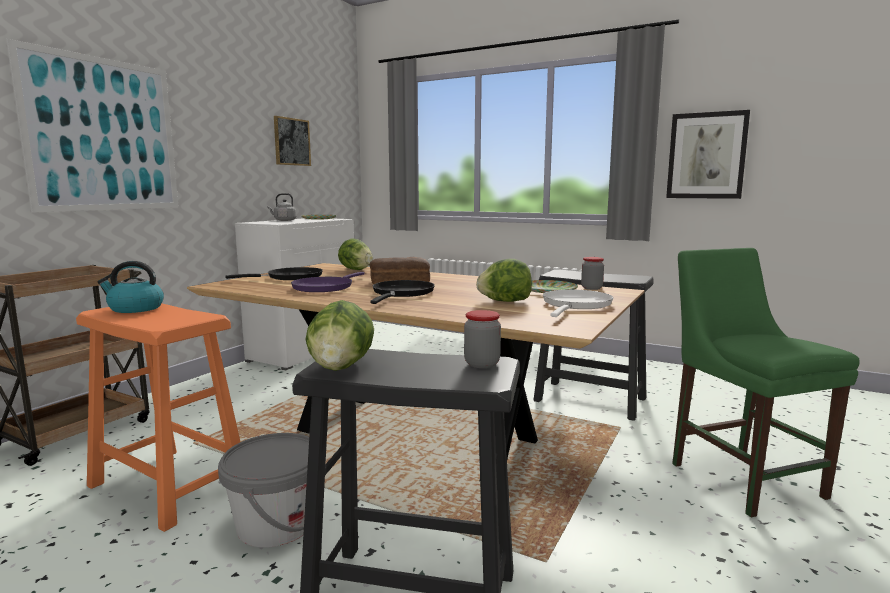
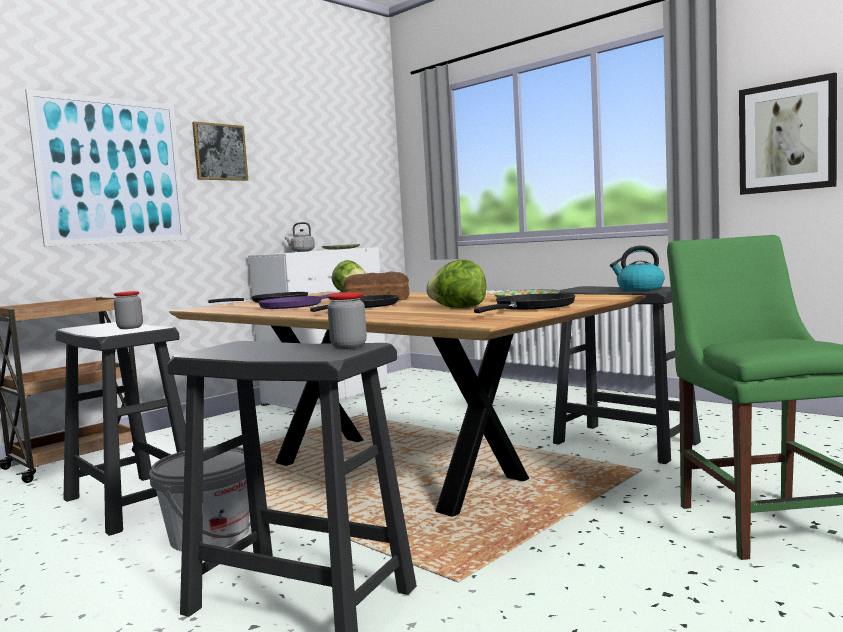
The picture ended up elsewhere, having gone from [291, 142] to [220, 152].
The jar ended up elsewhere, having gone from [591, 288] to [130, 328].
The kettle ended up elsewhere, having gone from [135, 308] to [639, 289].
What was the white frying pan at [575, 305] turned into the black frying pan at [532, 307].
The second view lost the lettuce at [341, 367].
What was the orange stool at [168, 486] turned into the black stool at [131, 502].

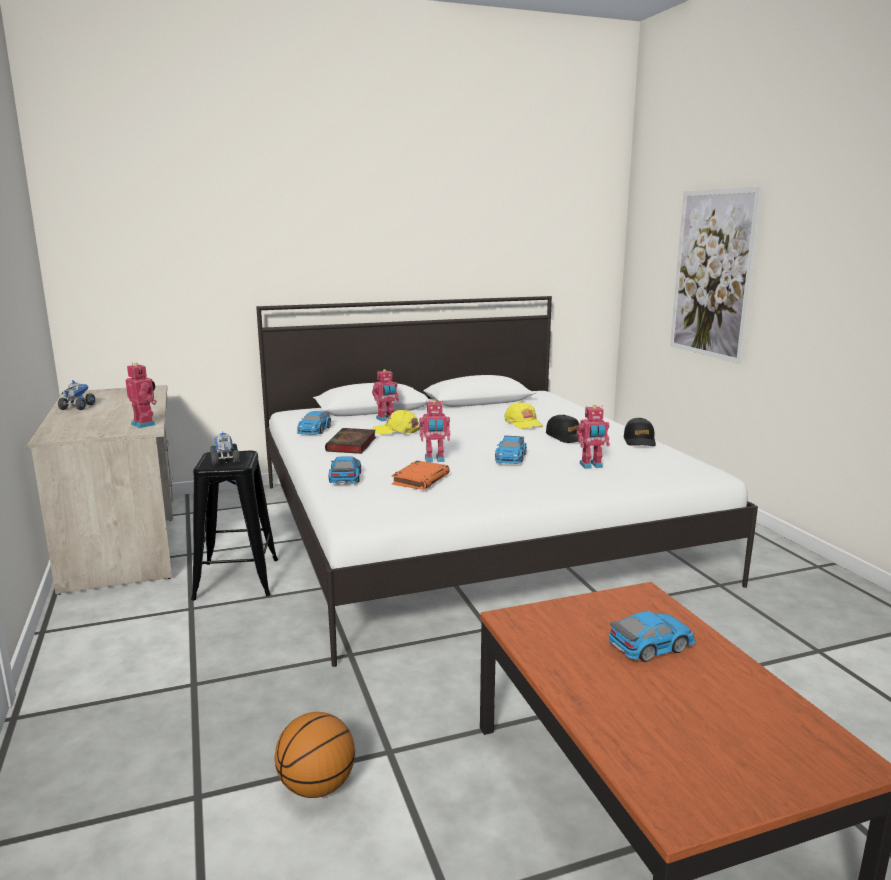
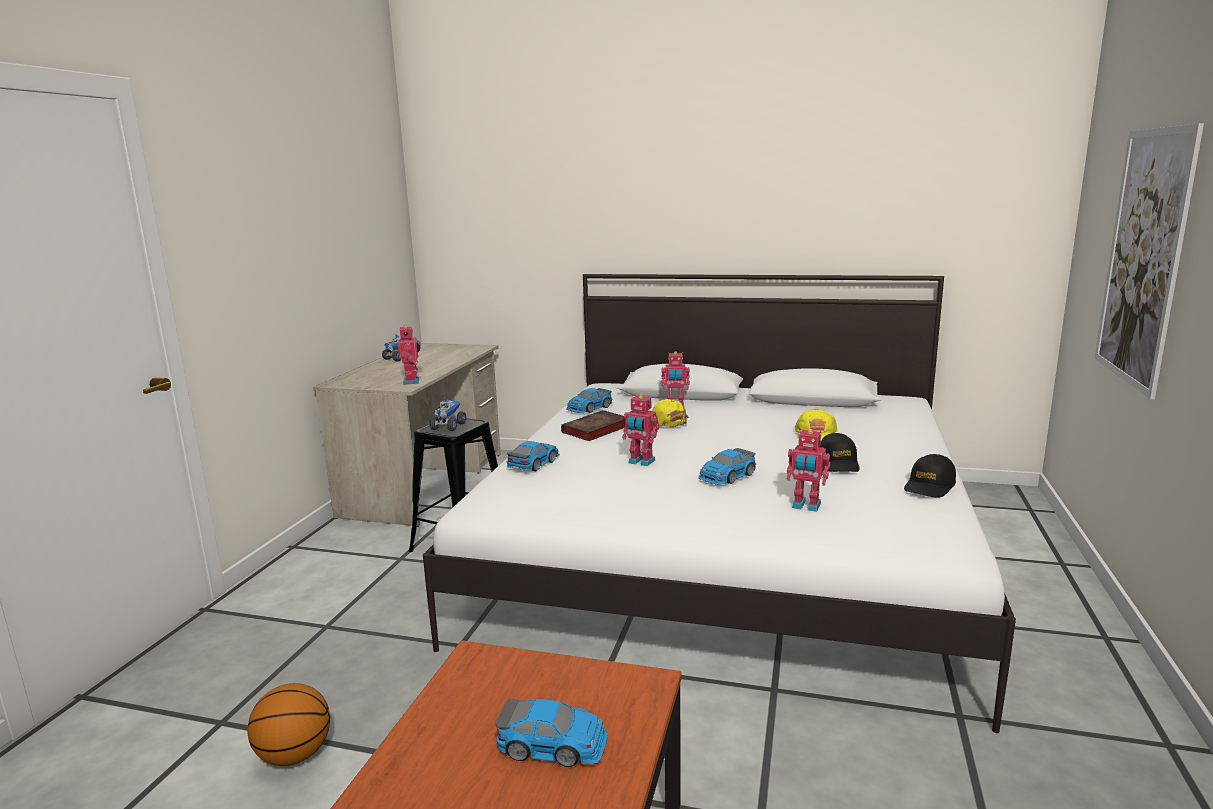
The second view lost the orange book at [420, 479].

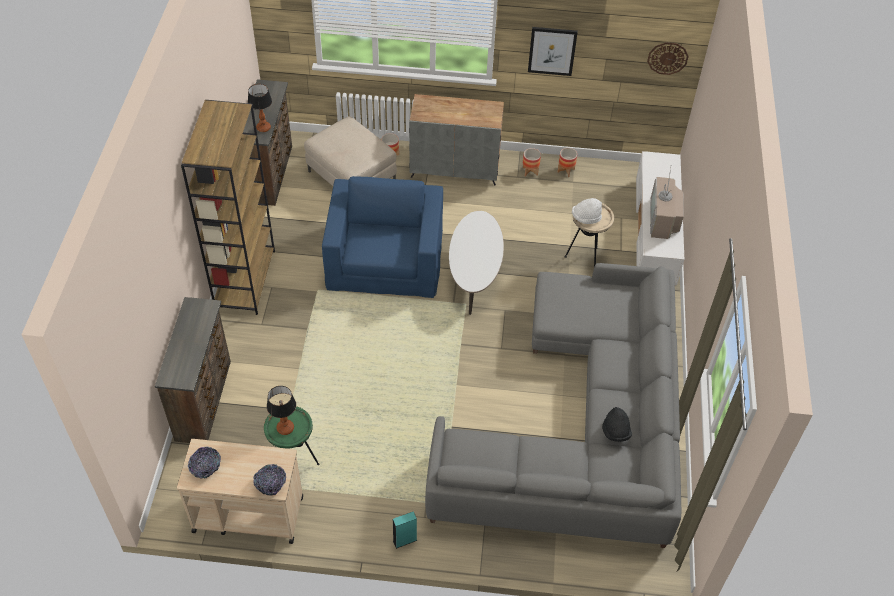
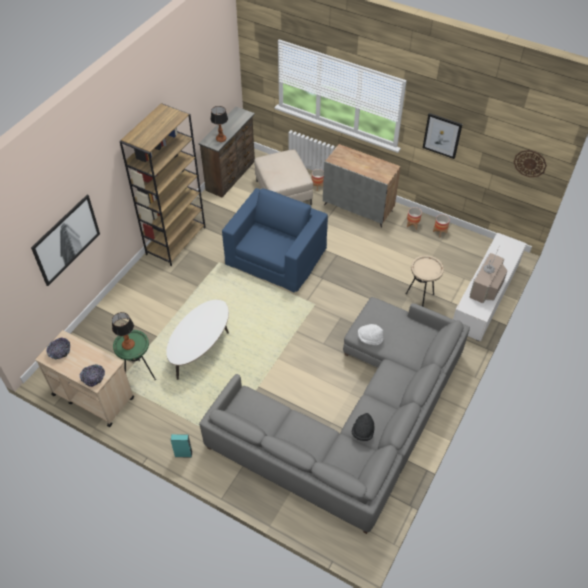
The white hat ended up elsewhere, having gone from [585, 218] to [369, 338].
The white coffee table ended up elsewhere, having gone from [474, 275] to [201, 349].
The second view lost the brown dresser at [205, 400].
The second view gained the picture at [66, 240].

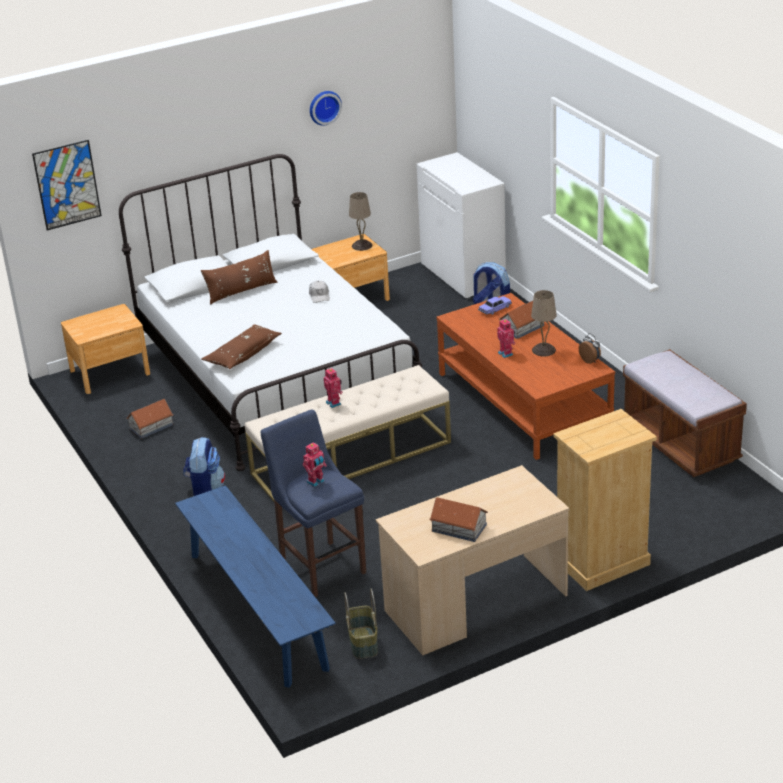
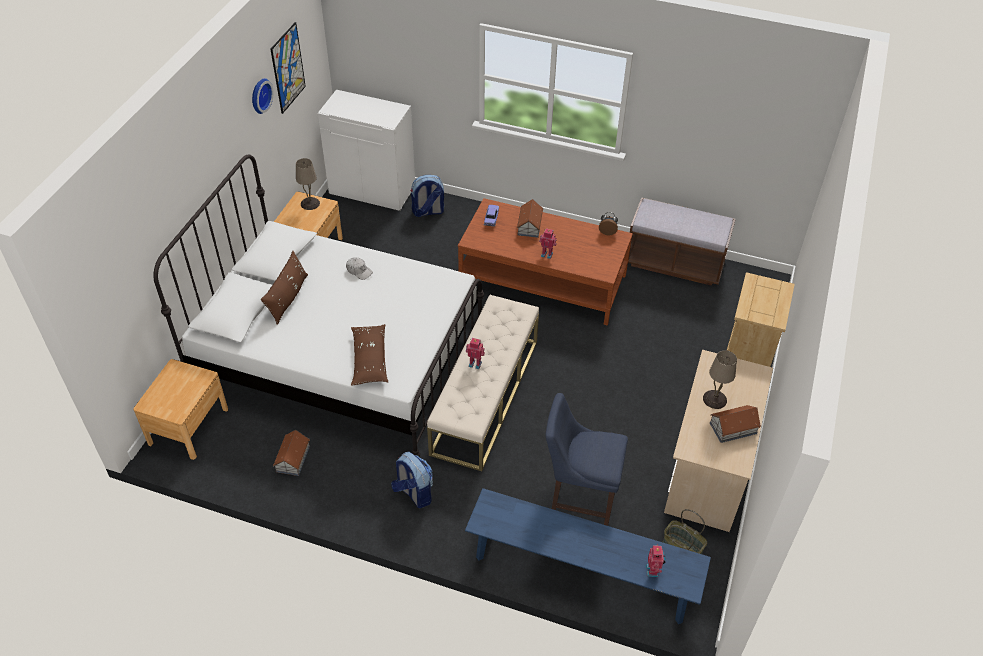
The picture ended up elsewhere, having gone from [67, 185] to [288, 68].
The beige table lamp ended up elsewhere, having gone from [543, 350] to [714, 399].
The toy robot ended up elsewhere, having gone from [316, 482] to [653, 571].

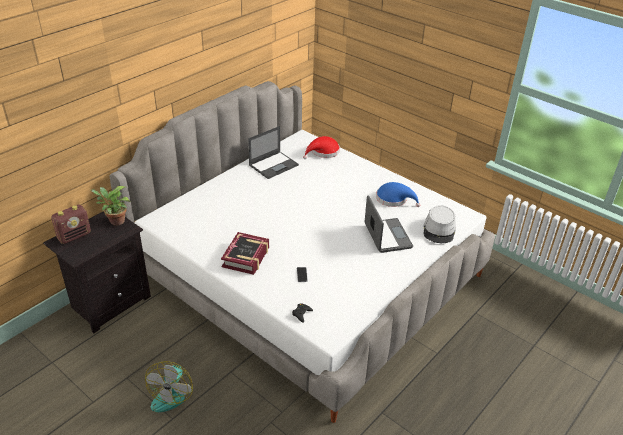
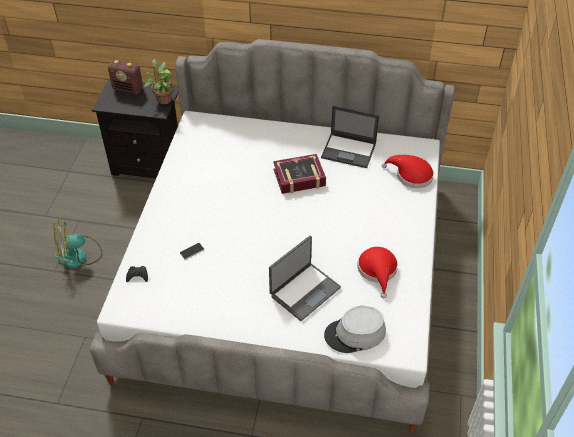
What was the blue hat at [394, 199] turned into the red hat at [378, 271].
The book ended up elsewhere, having gone from [246, 257] to [299, 178].

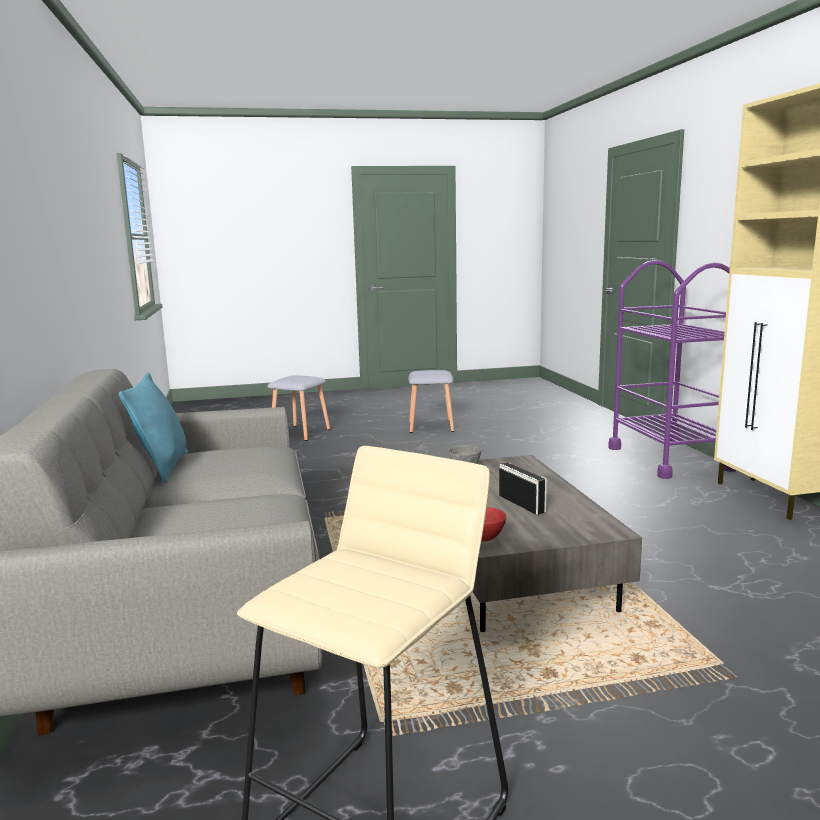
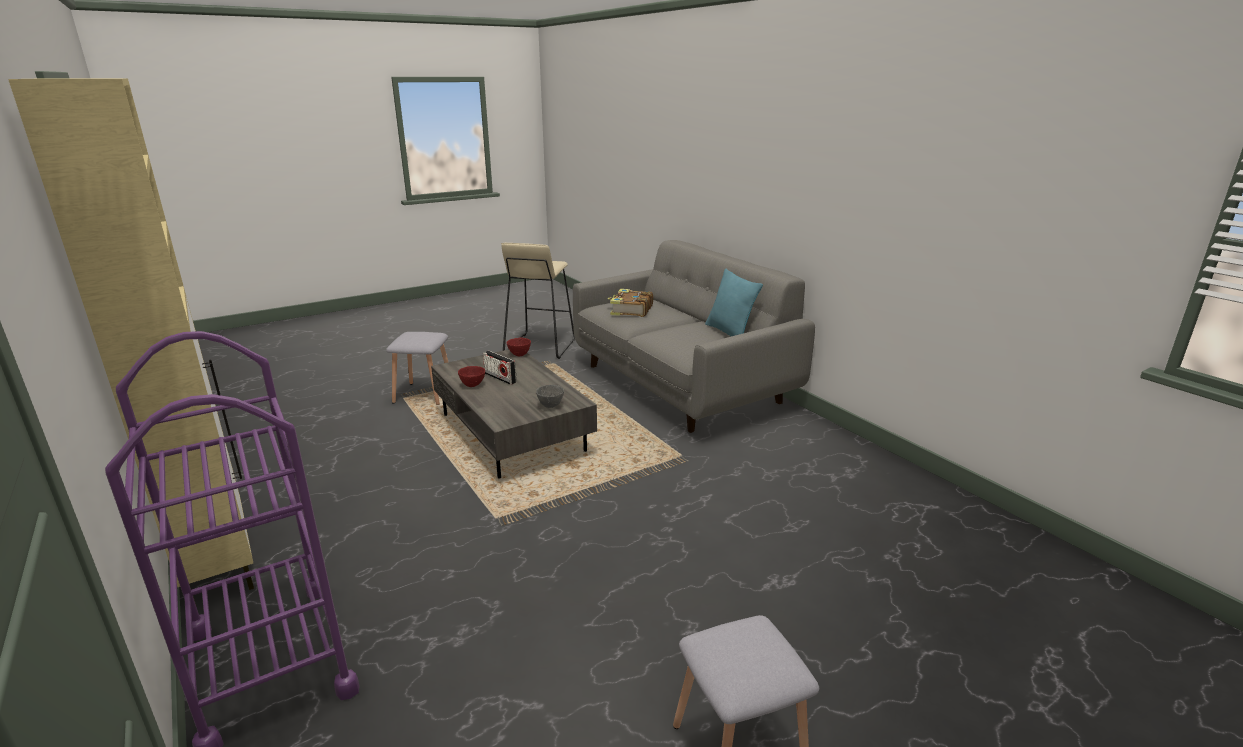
The grey stool ended up elsewhere, having gone from [300, 433] to [424, 393].
The second view gained the book at [630, 310].
The second view gained the red bowl at [473, 385].

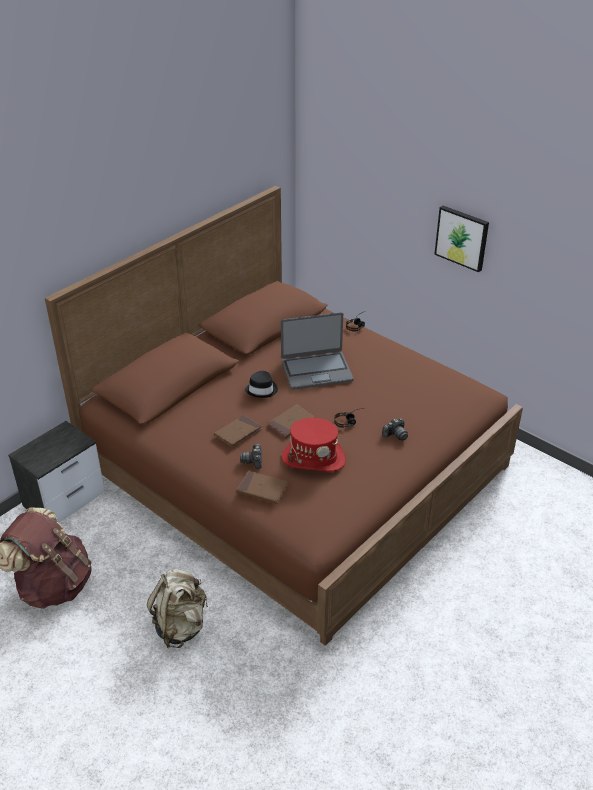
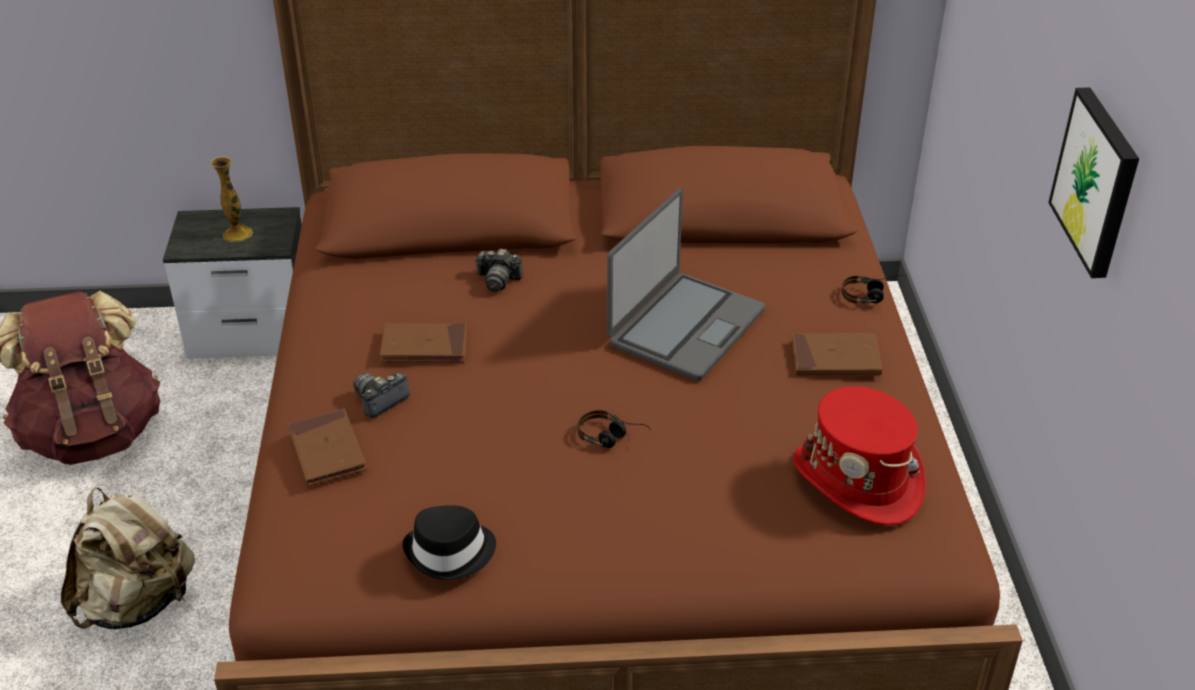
The laptop at [316, 371] ended up facing another way, 90 degrees counterclockwise from before.
The black hat ended up elsewhere, having gone from [262, 390] to [450, 552].
The brown book ended up elsewhere, having gone from [291, 423] to [835, 359].
The red hat ended up elsewhere, having gone from [313, 458] to [858, 480].
The photo camera ended up elsewhere, having gone from [395, 435] to [498, 280].
The second view gained the vase at [237, 234].

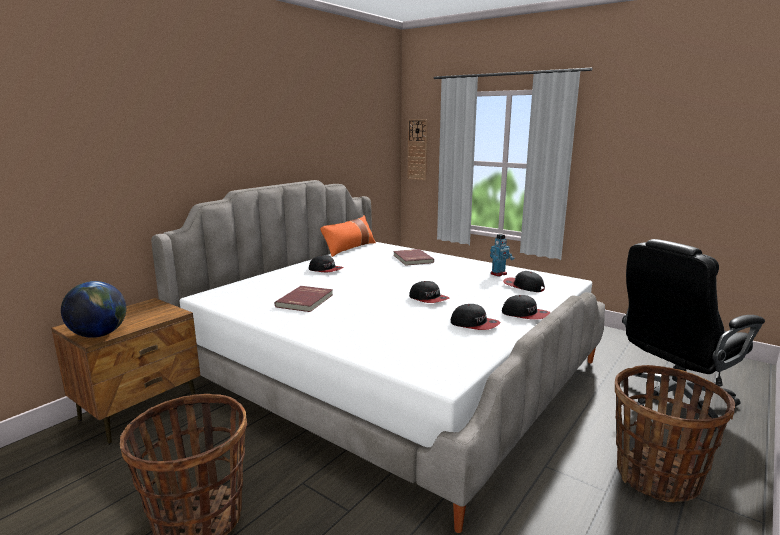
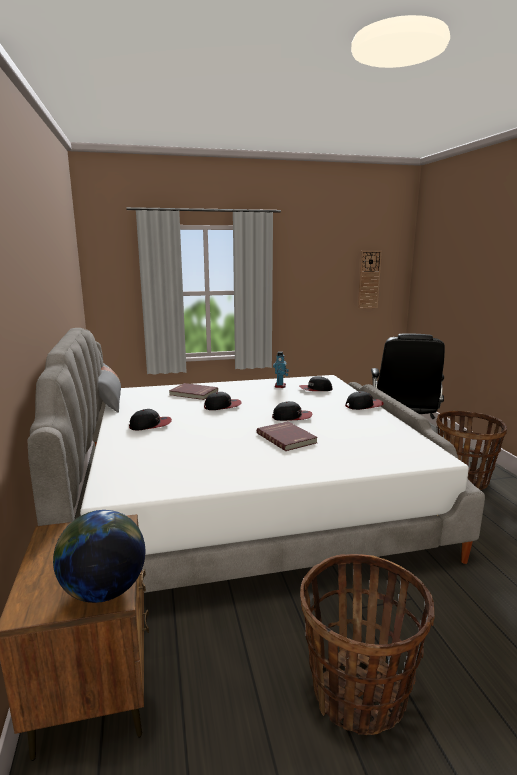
The wall clock ended up elsewhere, having gone from [417, 149] to [369, 279].
What was the orange pillow at [349, 248] turned into the grey pillow at [110, 400].
The red book ended up elsewhere, having gone from [306, 301] to [287, 438].
The cap ended up elsewhere, having gone from [474, 324] to [223, 406].

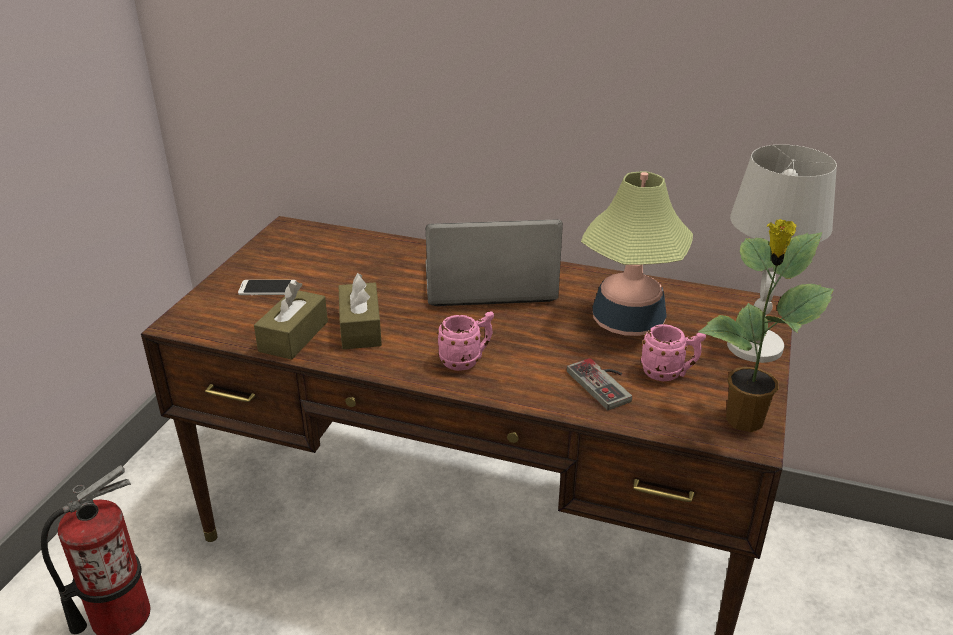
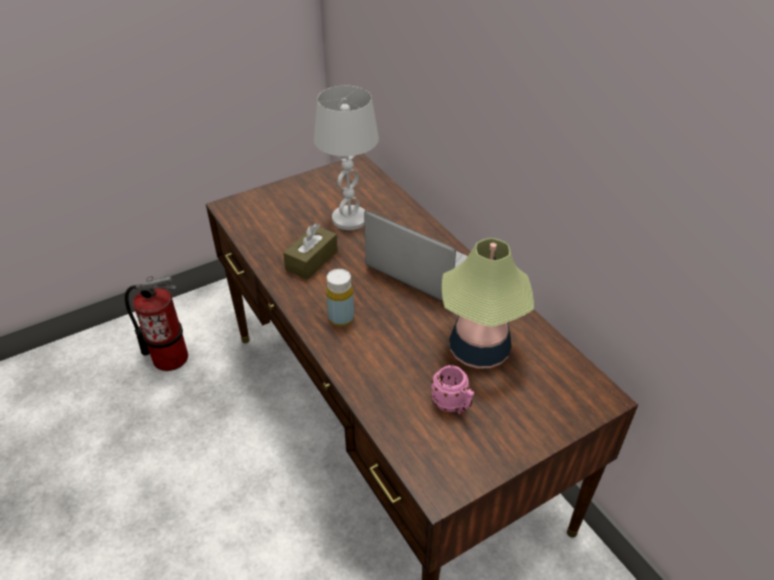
The white table lamp ended up elsewhere, having gone from [755, 347] to [349, 219].
The second view lost the potted plant at [744, 421].
The second view lost the phone at [267, 288].
The second view lost the brown tissue box at [293, 336].
Where the pink mug stood at [466, 360], the yellow bottle came to stand at [341, 318].
The second view lost the game controller at [605, 383].

